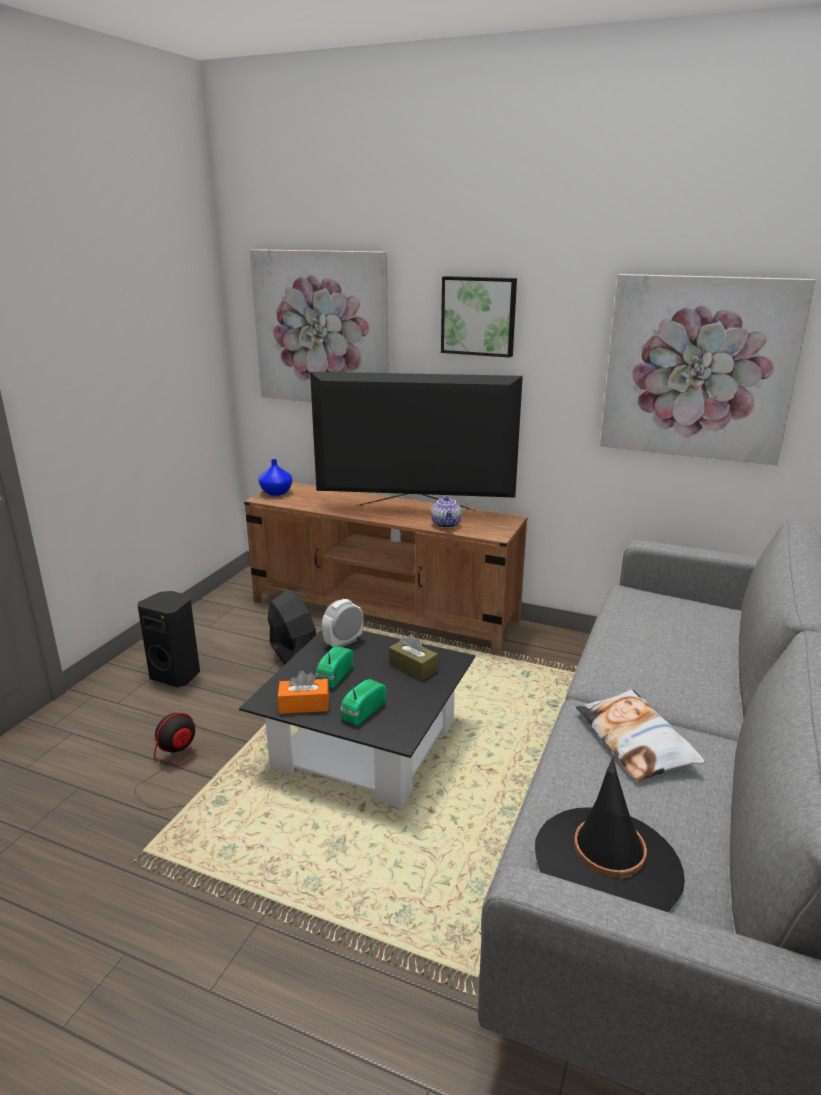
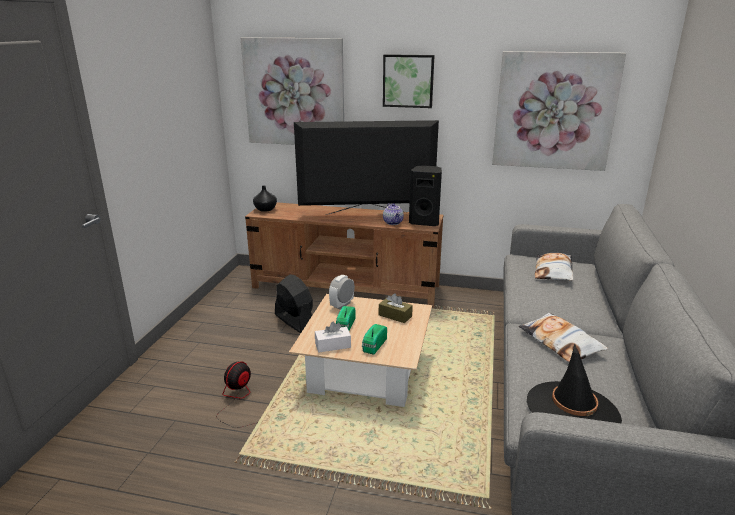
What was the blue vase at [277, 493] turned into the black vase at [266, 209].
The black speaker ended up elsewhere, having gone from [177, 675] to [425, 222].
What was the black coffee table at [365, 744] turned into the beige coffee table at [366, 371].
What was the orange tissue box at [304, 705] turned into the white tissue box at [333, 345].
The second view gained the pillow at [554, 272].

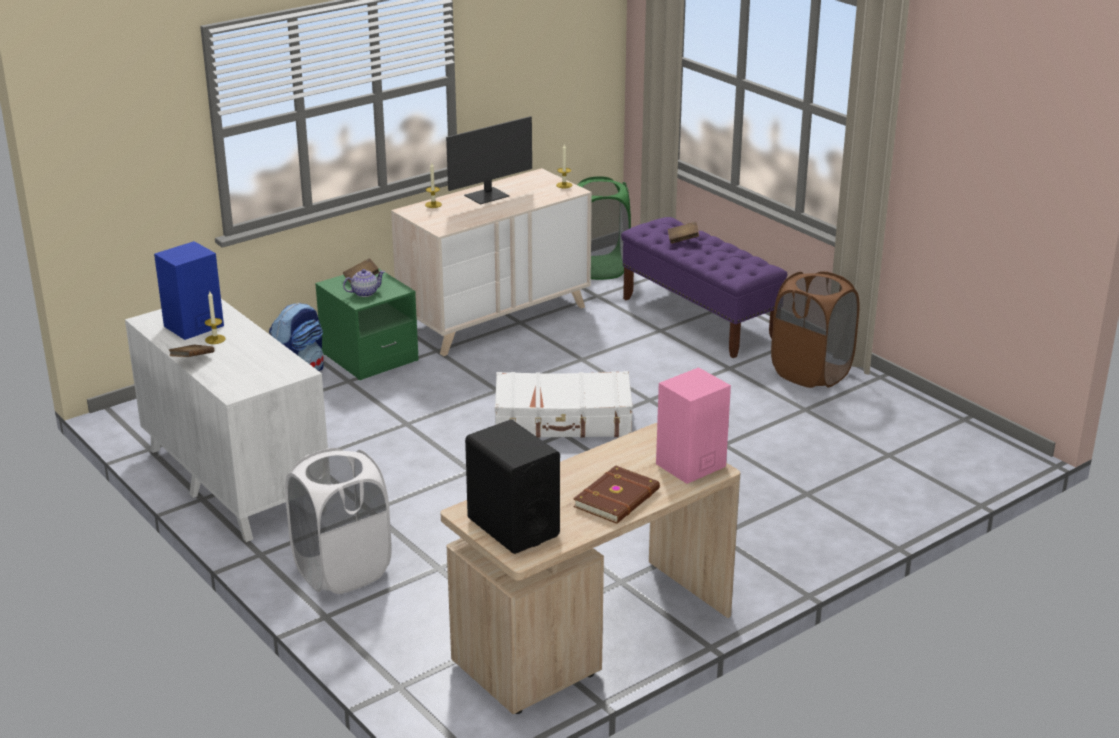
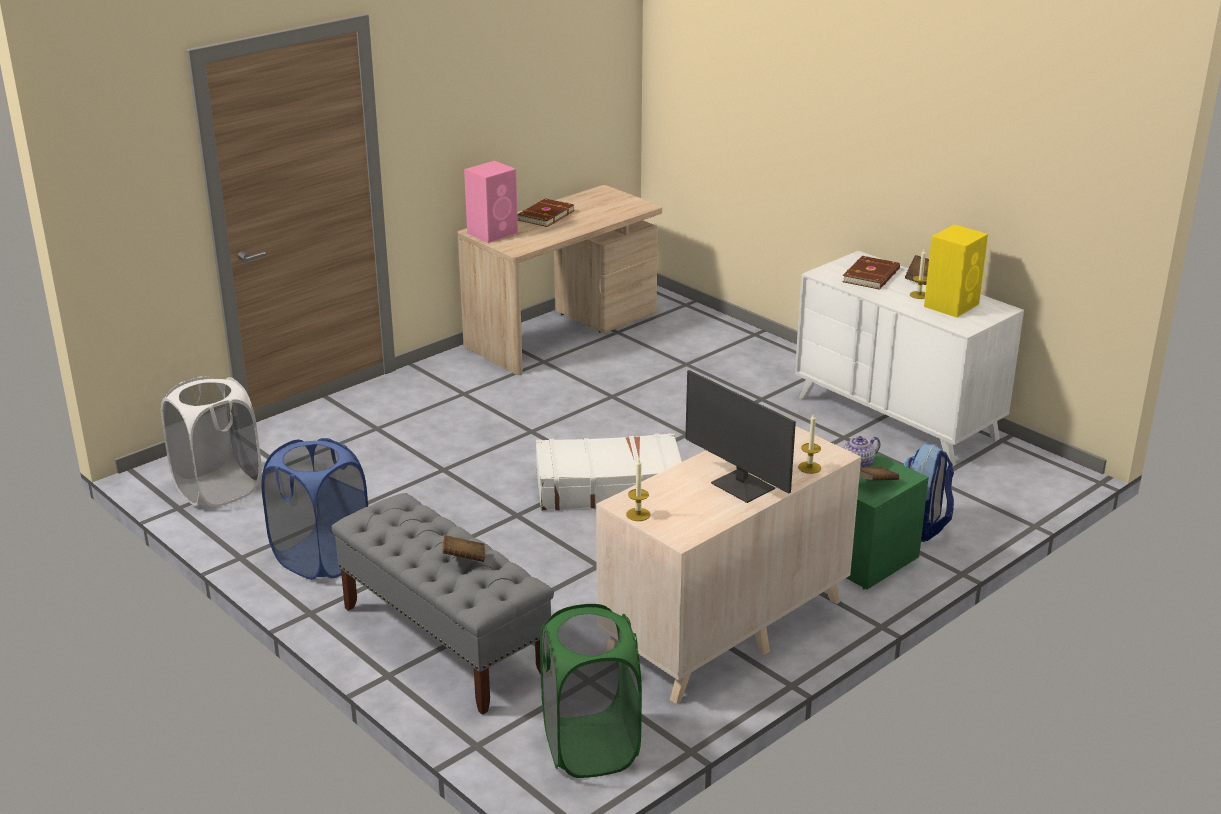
The monitor at [487, 196] ended up facing another way, 90 degrees counterclockwise from before.
What was the purple bench at [699, 319] turned into the grey bench at [443, 640].
What was the blue speaker at [192, 326] turned into the yellow speaker at [952, 305].
What was the brown laundry basket at [811, 373] turned into the blue laundry basket at [321, 558].
The second view lost the black speaker at [512, 527].
The white laundry basket ended up elsewhere, having gone from [342, 571] to [218, 489].
The second view gained the brown book at [872, 276].

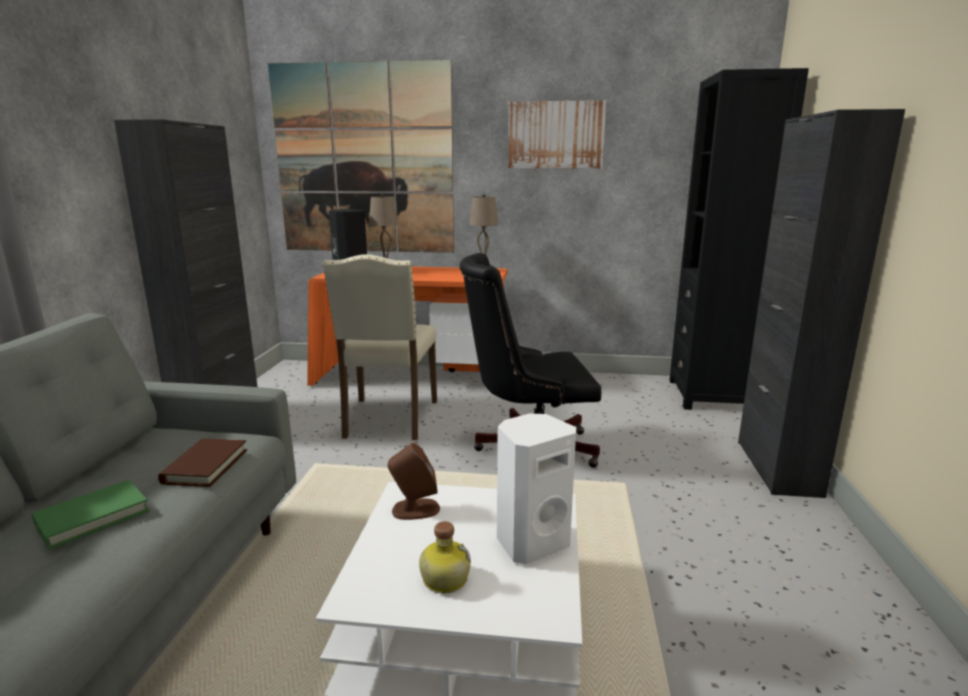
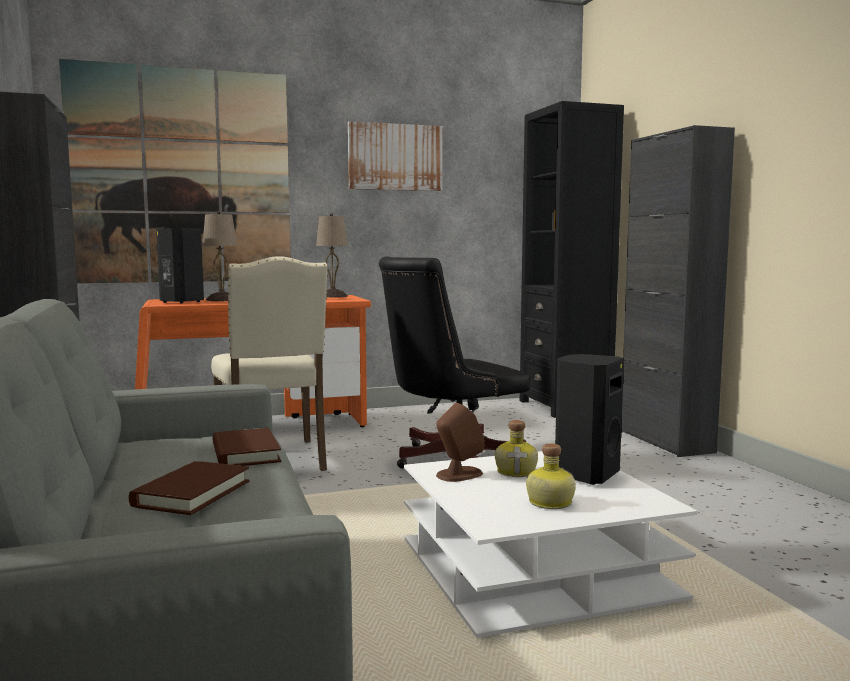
What was the white speaker at [531, 542] turned into the black speaker at [585, 474].
What was the green book at [93, 517] turned into the brown book at [192, 493].
The second view gained the bottle at [517, 472].

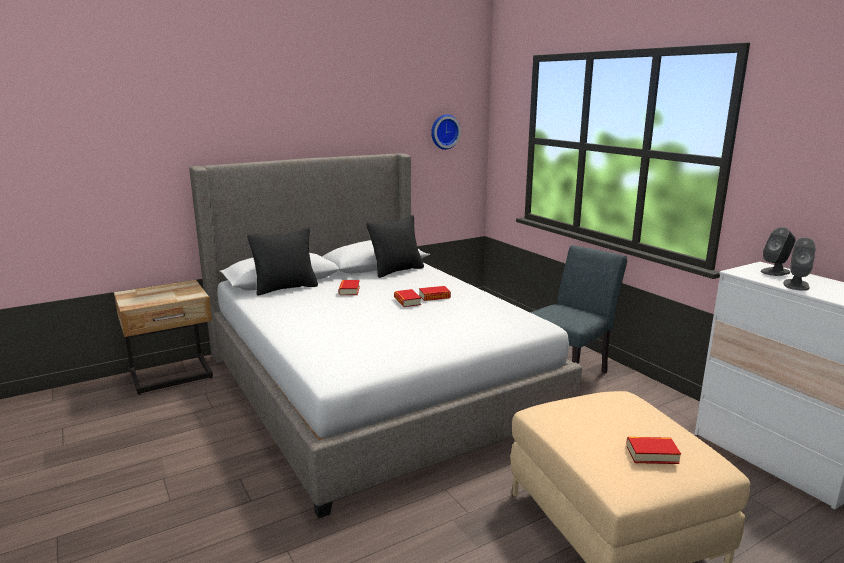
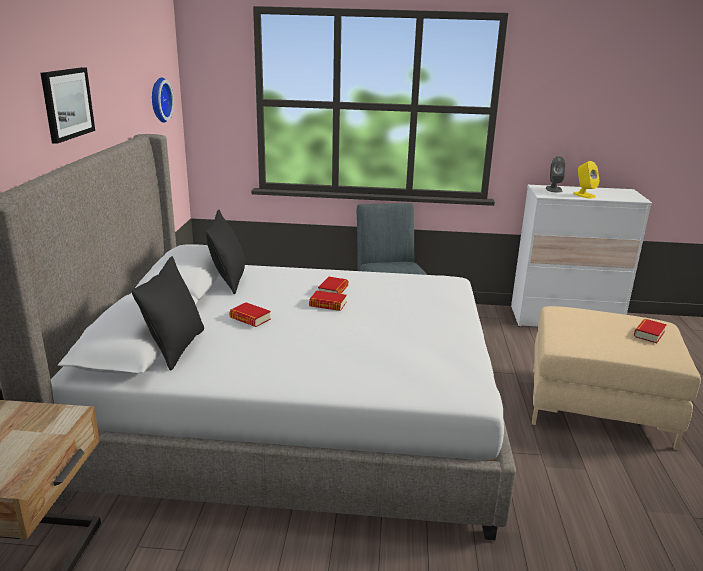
What was the grey speaker at [796, 285] turned into the yellow speaker at [584, 195].
The second view gained the picture at [67, 103].

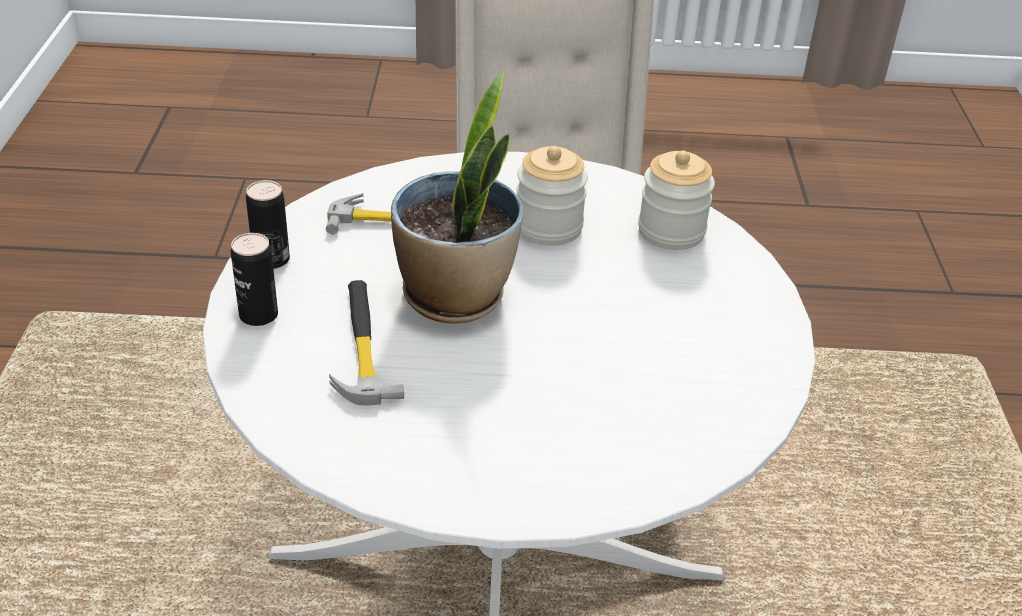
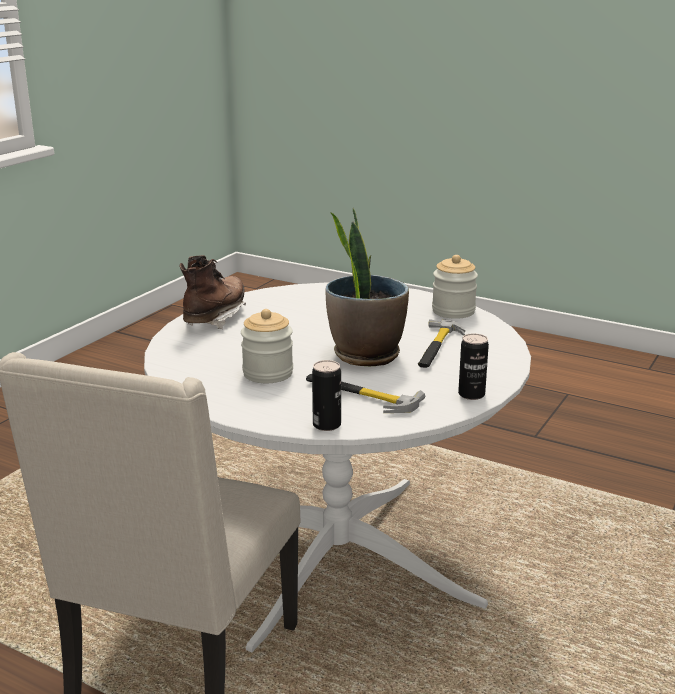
The jar ended up elsewhere, having gone from [671, 231] to [453, 311].
The can ended up elsewhere, having gone from [258, 315] to [326, 425].
The second view gained the brown boot at [215, 317].

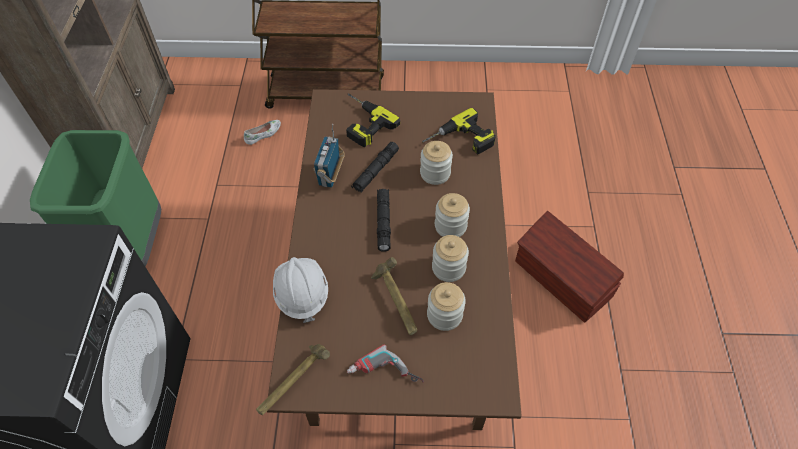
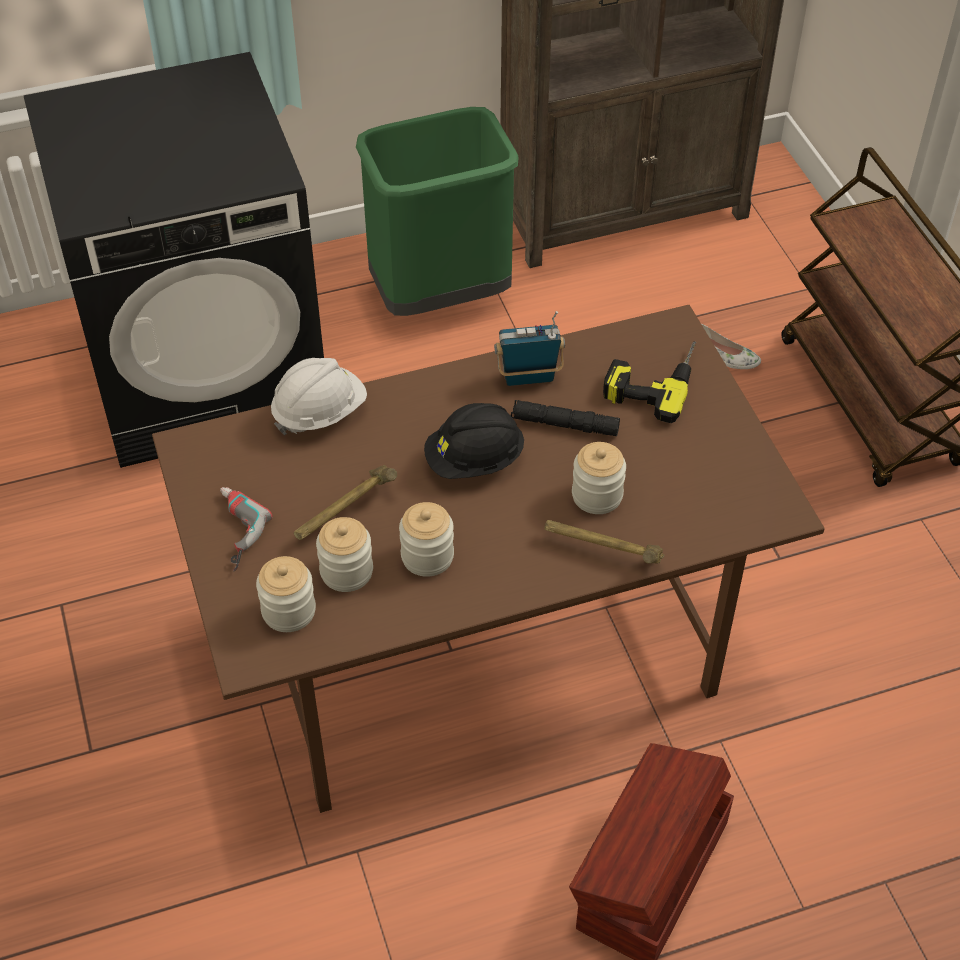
The second view lost the power drill at [459, 141].
Where the black flashlight stood at [383, 222], the black hard hat came to stand at [474, 461].
The jar ended up elsewhere, having gone from [450, 226] to [288, 611].
The hammer ended up elsewhere, having gone from [293, 383] to [603, 551].

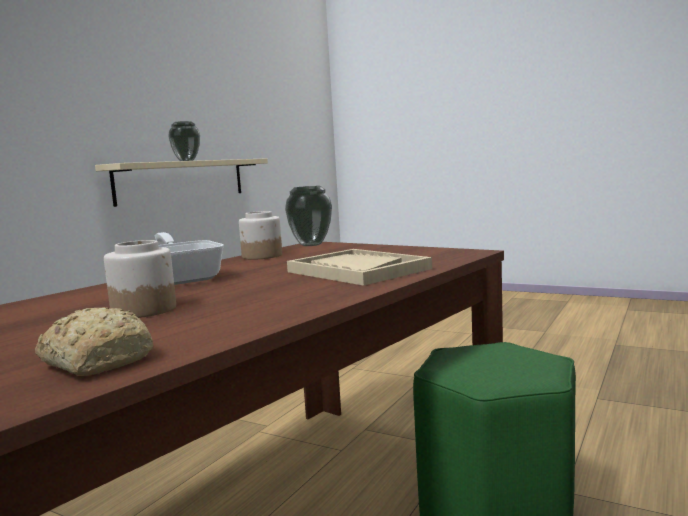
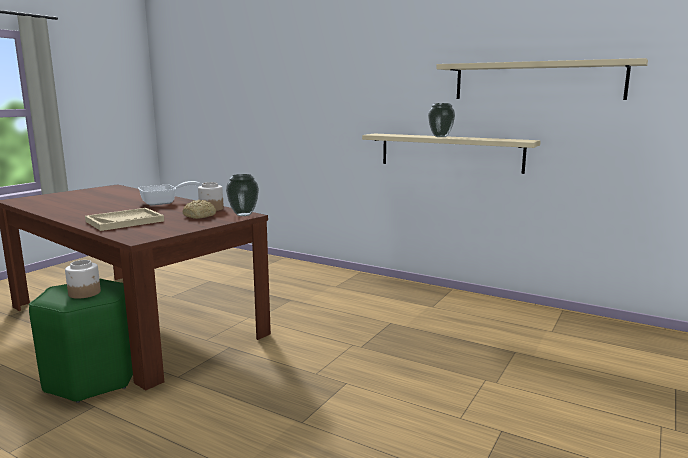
The jar ended up elsewhere, having gone from [144, 310] to [85, 293].
The bread ended up elsewhere, having gone from [98, 362] to [200, 216].
The second view gained the beige shelf at [537, 81].

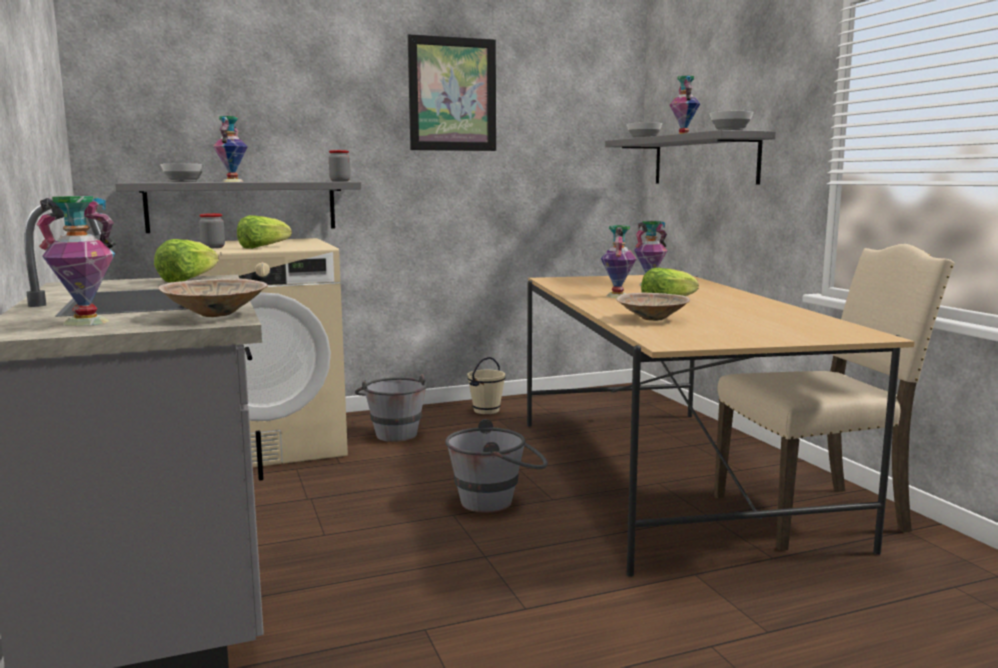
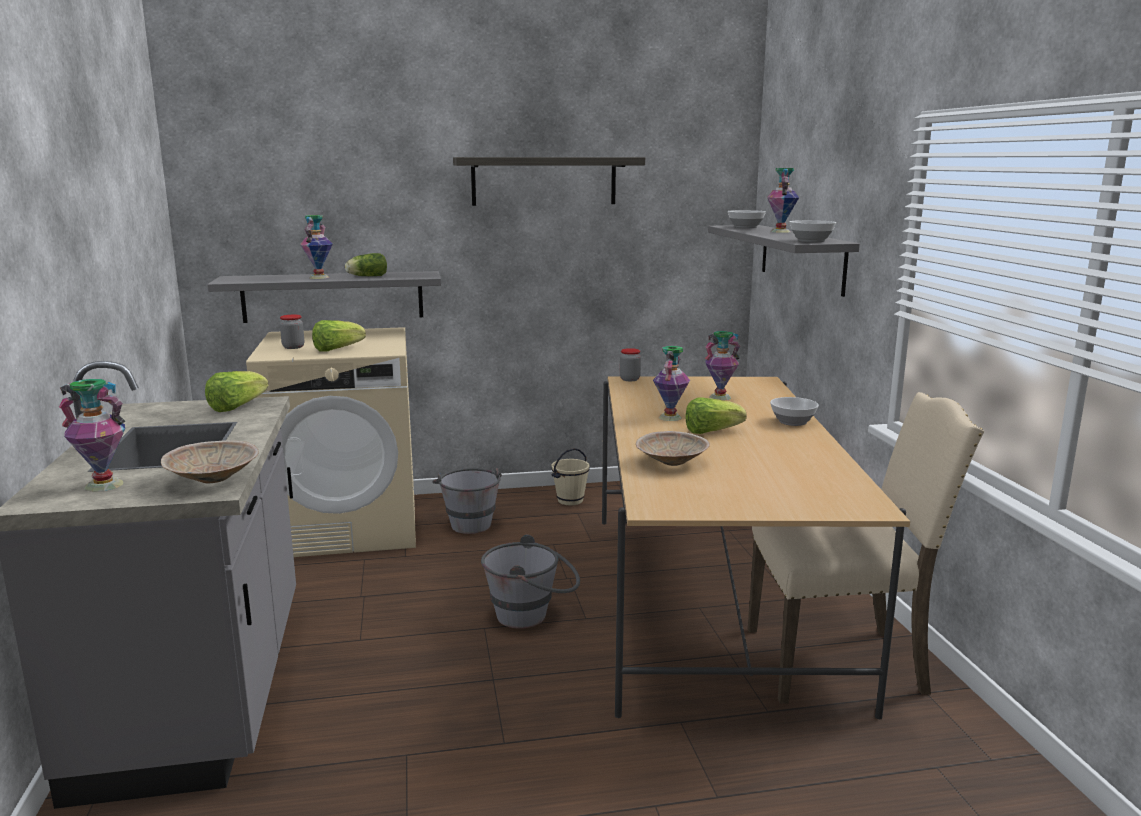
Where the picture hung at [452, 94], the shelf came to hang at [544, 181].
The jar ended up elsewhere, having gone from [340, 181] to [629, 379].
The bowl ended up elsewhere, having gone from [183, 182] to [792, 422].
The second view gained the lettuce at [366, 276].

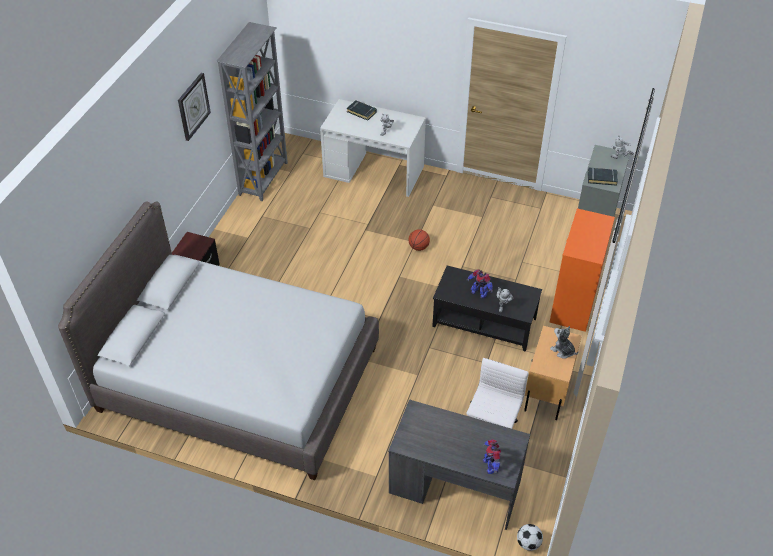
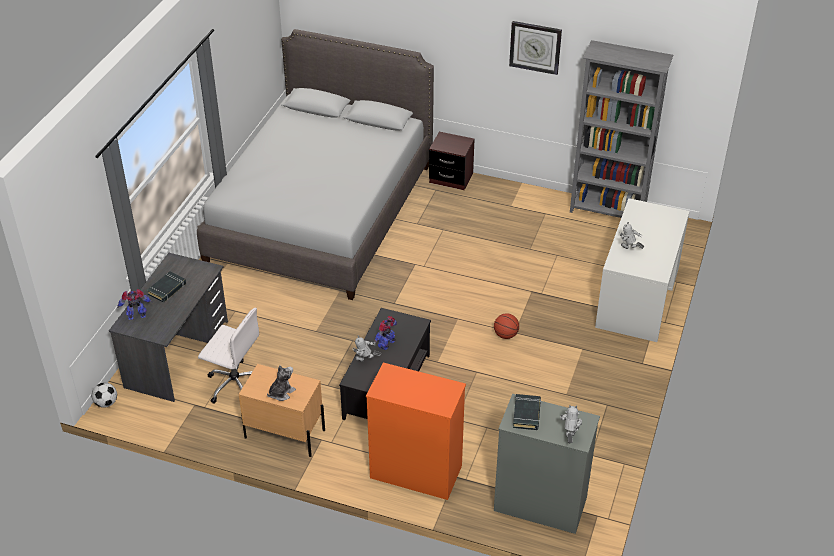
The black book ended up elsewhere, having gone from [361, 112] to [167, 289].

